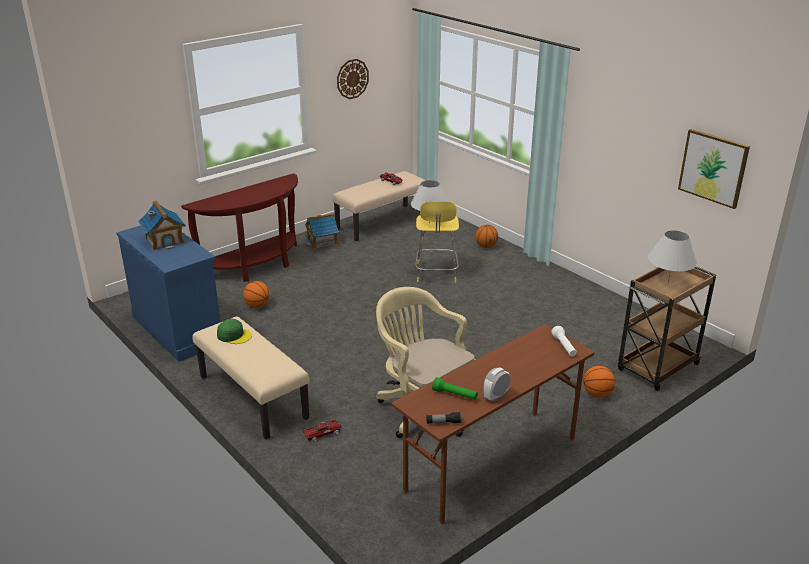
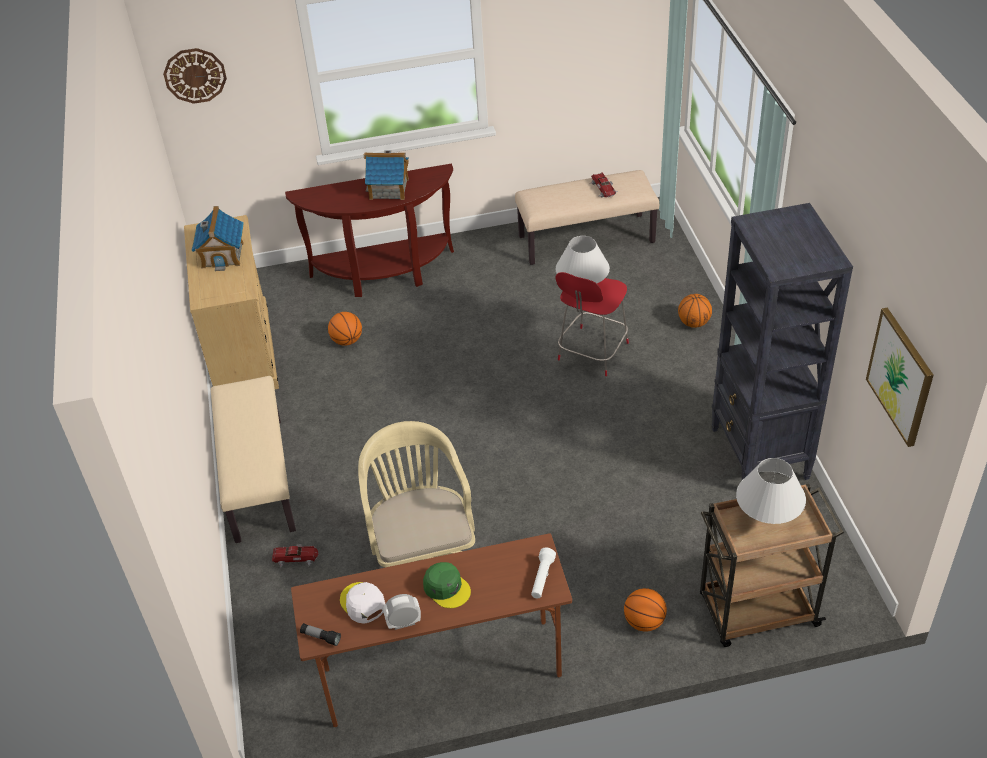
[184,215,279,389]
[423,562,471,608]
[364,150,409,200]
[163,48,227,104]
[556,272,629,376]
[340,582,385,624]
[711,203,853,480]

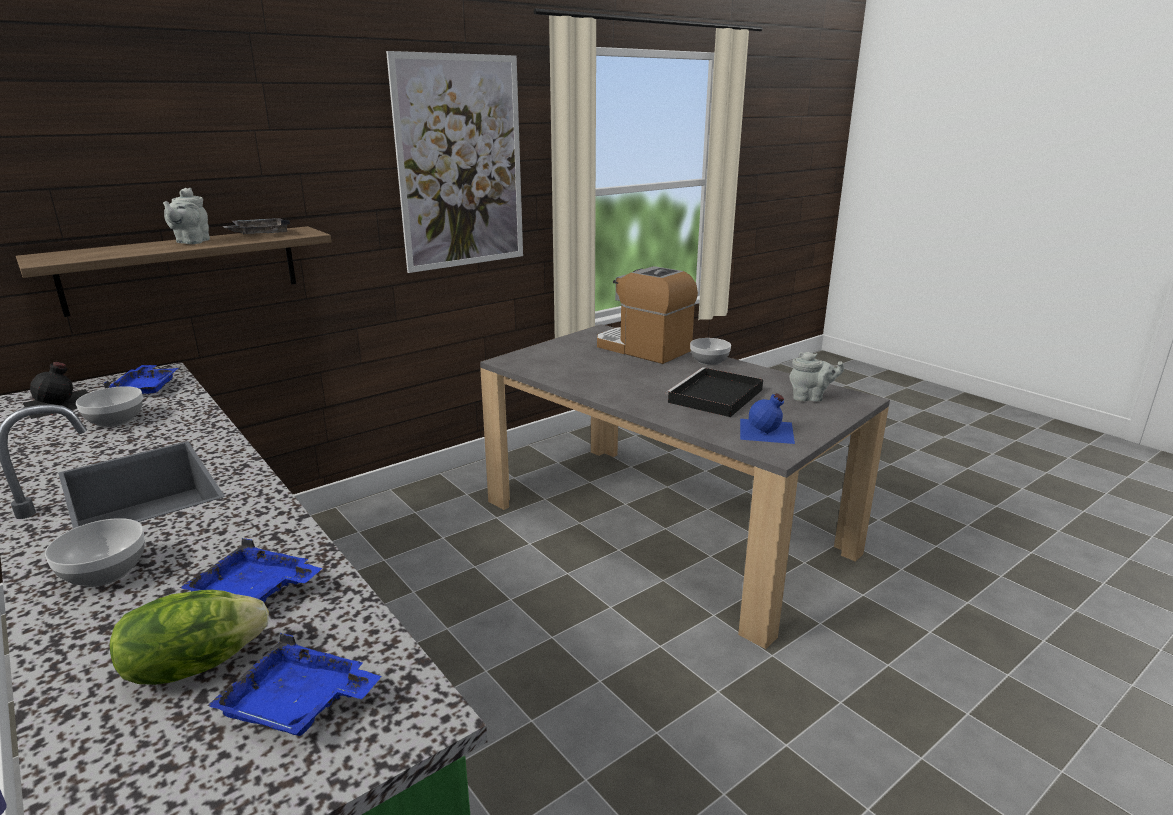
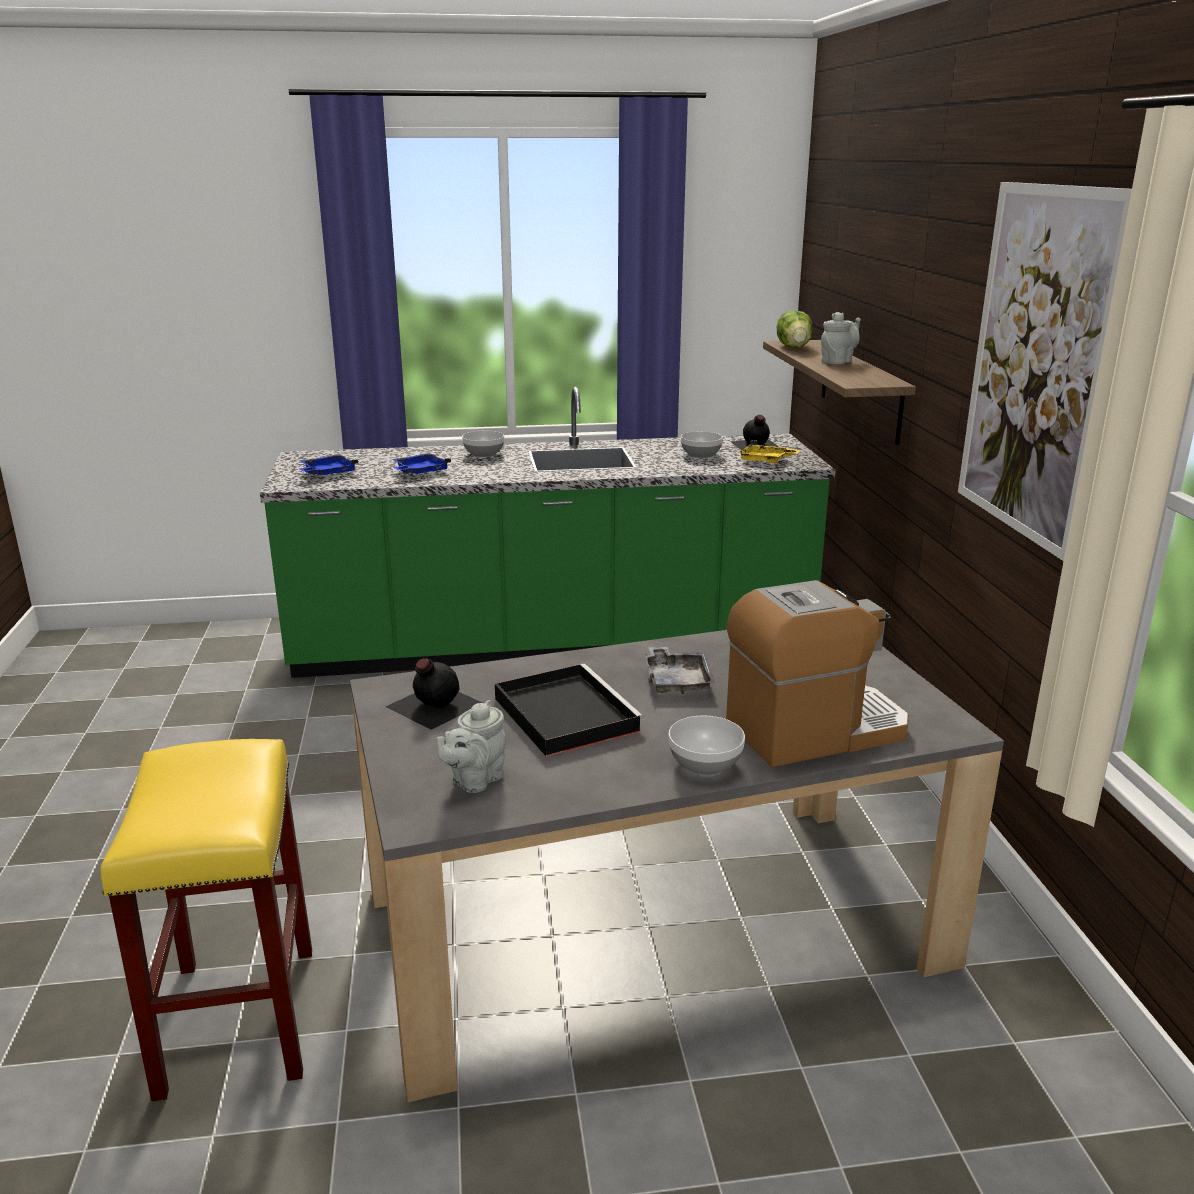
[738,440,801,464]
[777,310,812,348]
[821,312,861,364]
[645,646,715,694]
[385,658,482,730]
[101,739,312,1101]

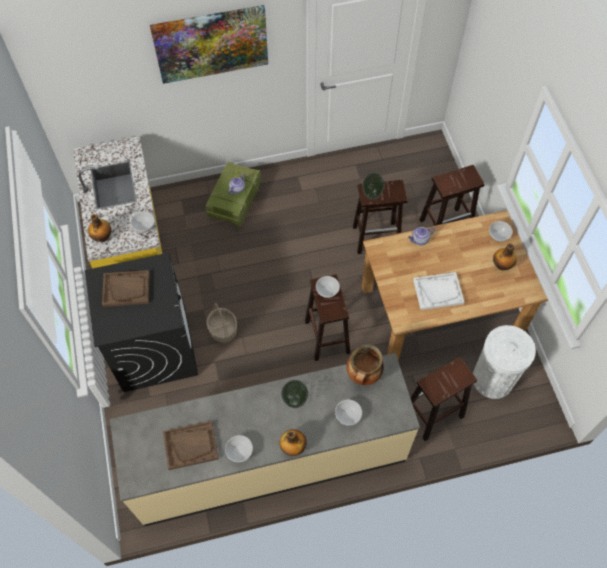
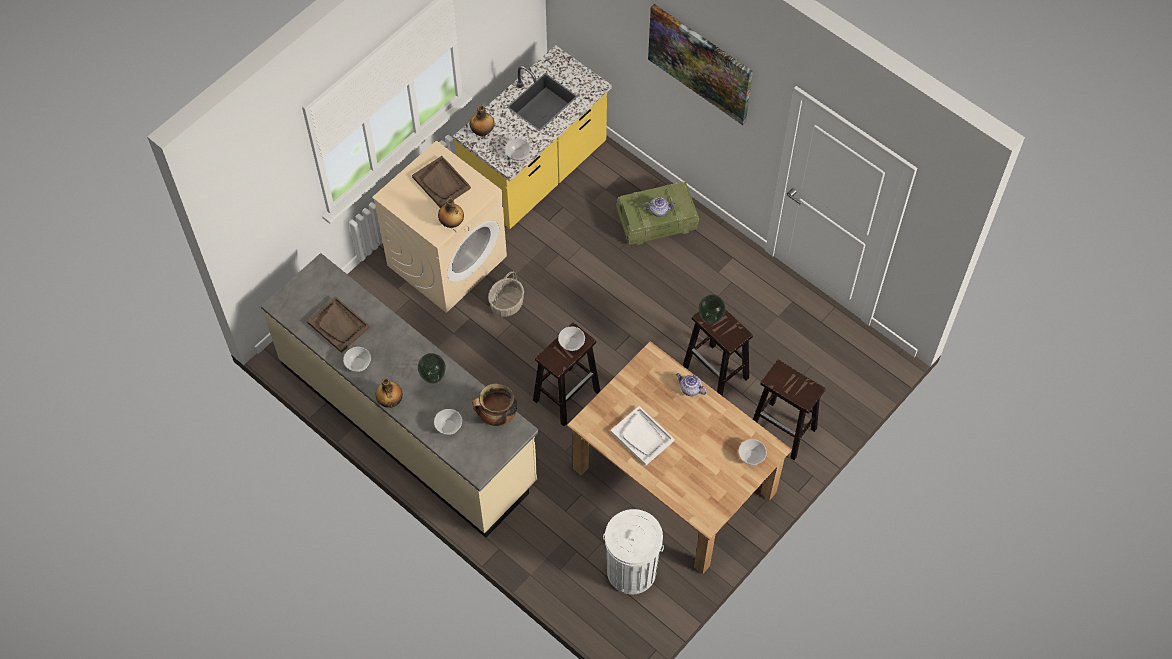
[372,140,507,313]
[411,357,477,441] (first image)
[438,198,464,228]

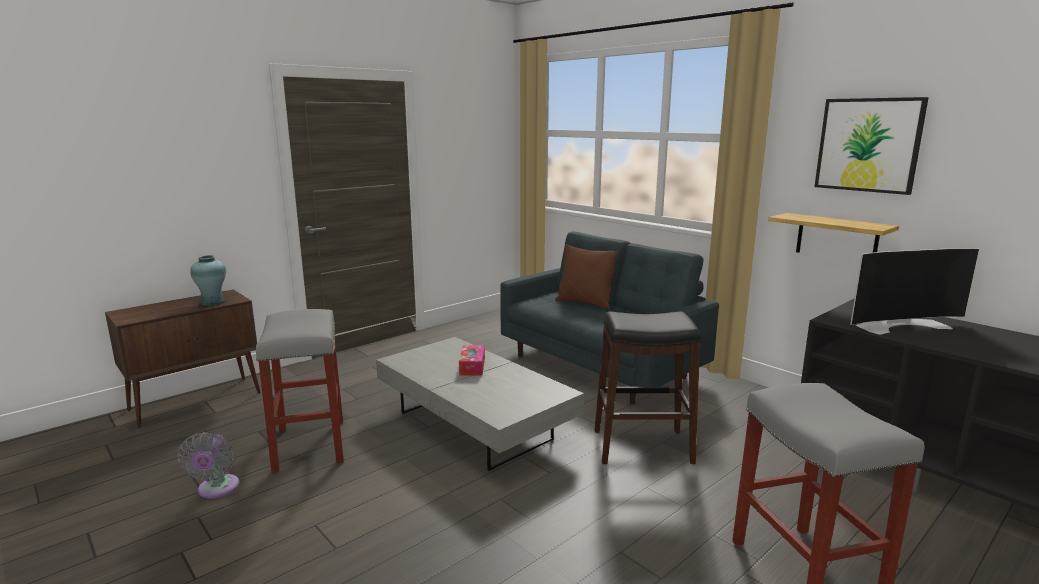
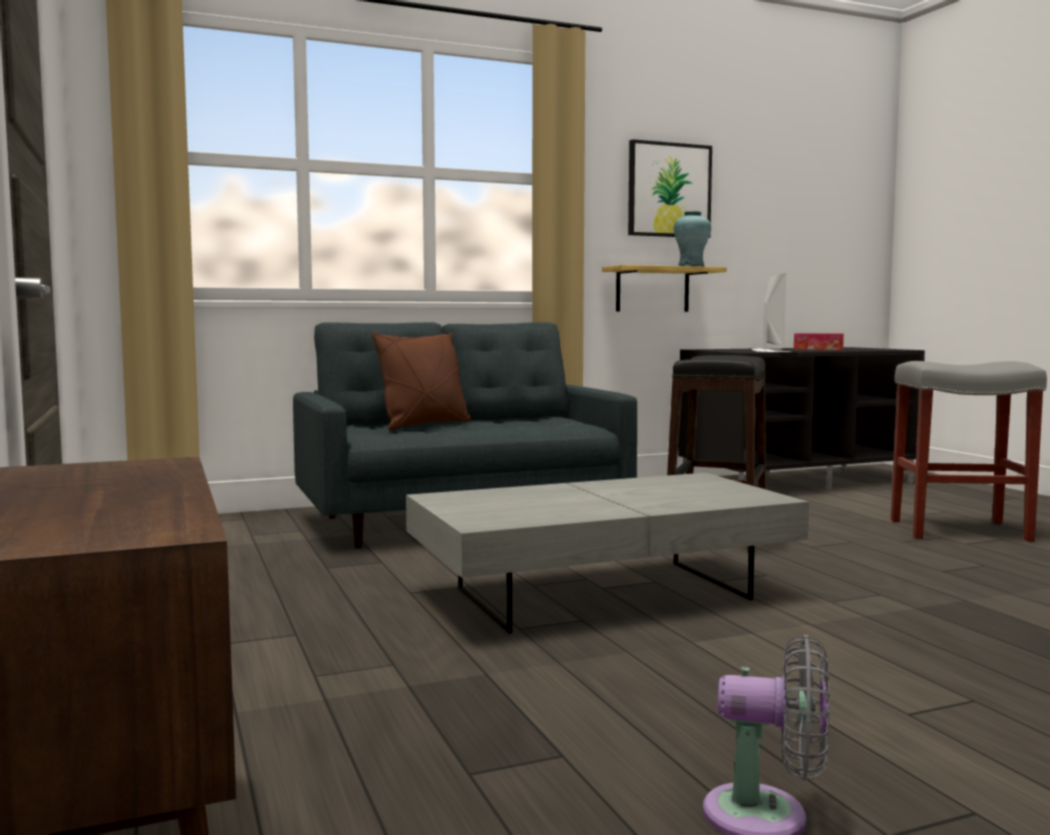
[674,211,711,267]
[256,309,344,473] (first image)
[794,333,844,350]

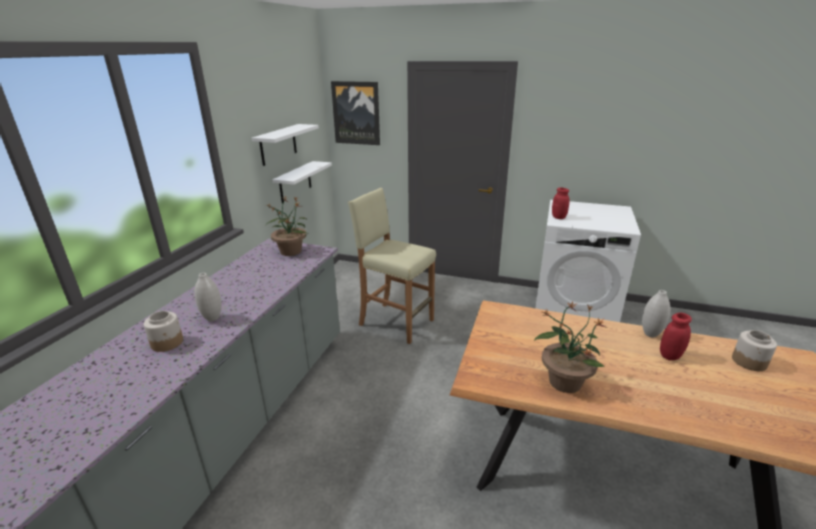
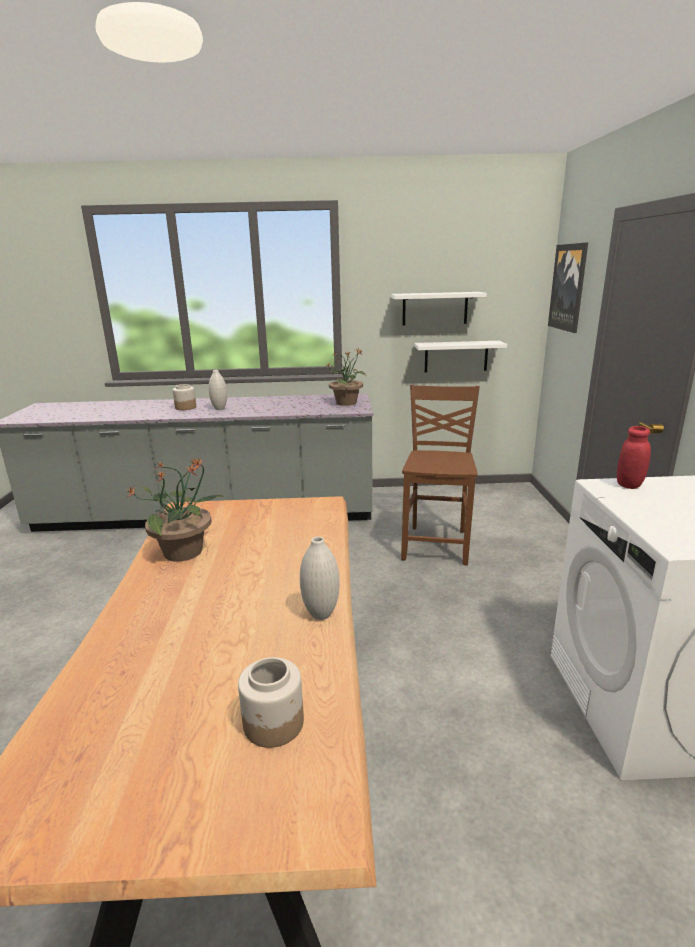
[401,385,480,565]
[660,313,692,361] (first image)

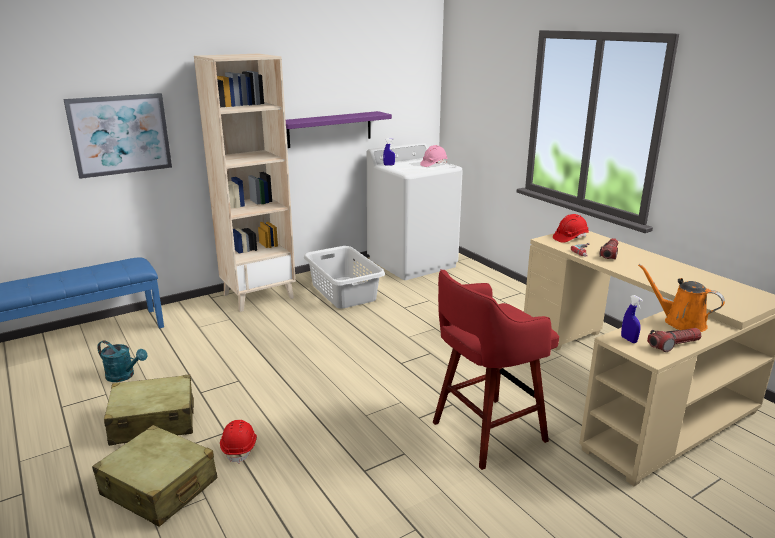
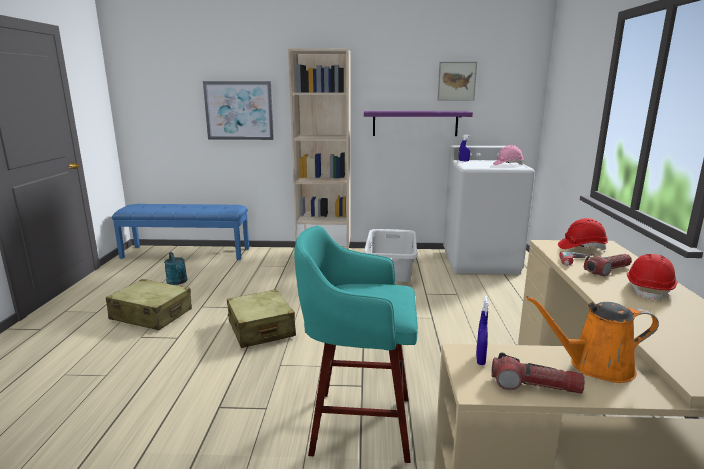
[227,290,296,348]
[627,254,678,302]
[294,226,418,463]
[526,296,659,383]
[438,62,477,100]

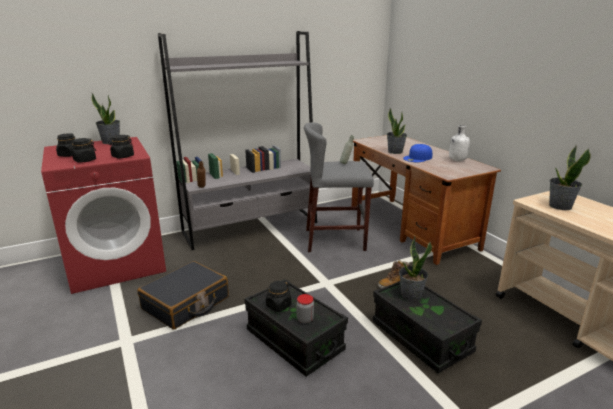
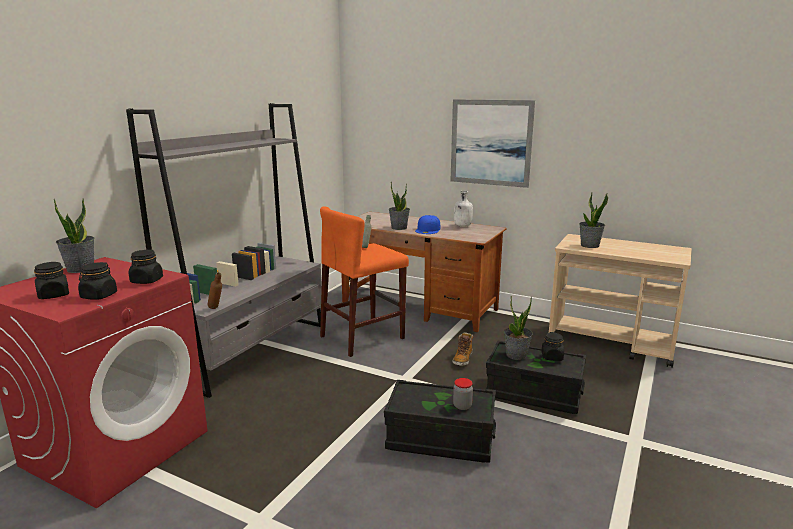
[137,261,229,330] (first image)
[542,332,564,361]
[320,207,409,357]
[450,99,535,188]

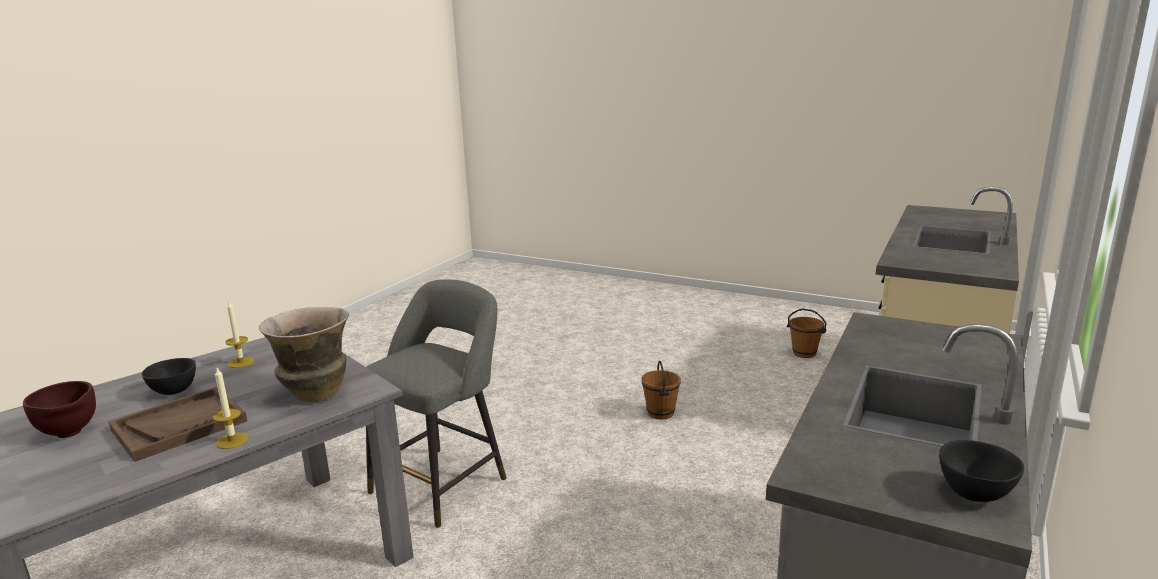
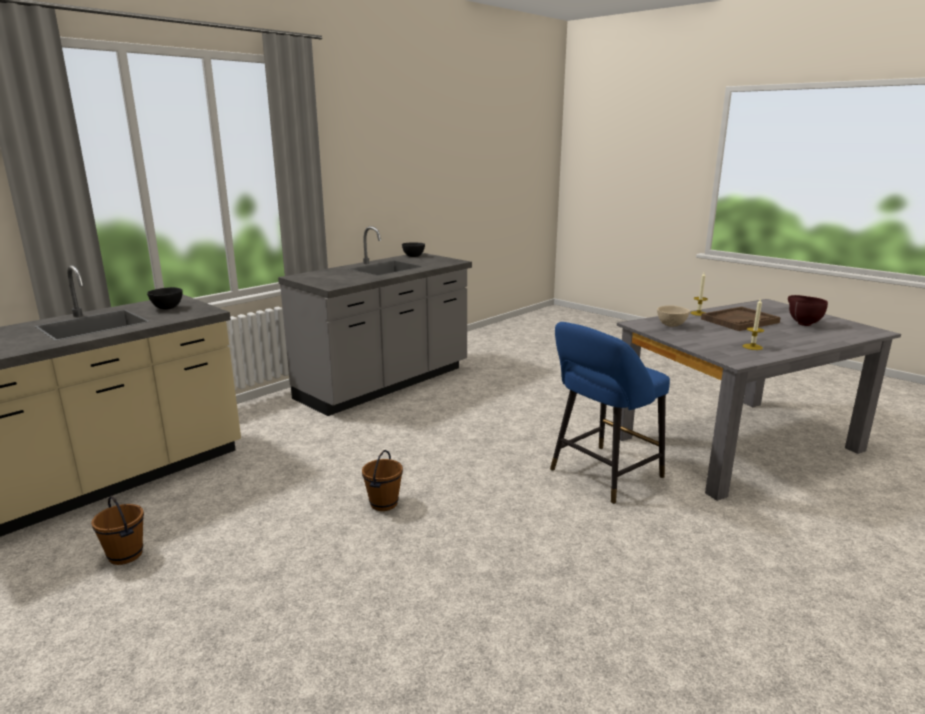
[147,287,183,309]
[657,305,690,327]
[550,322,670,504]

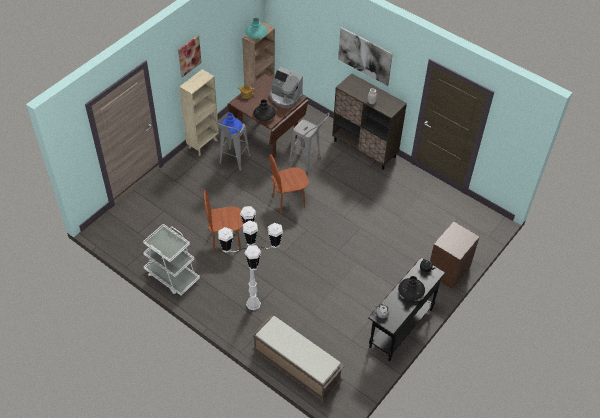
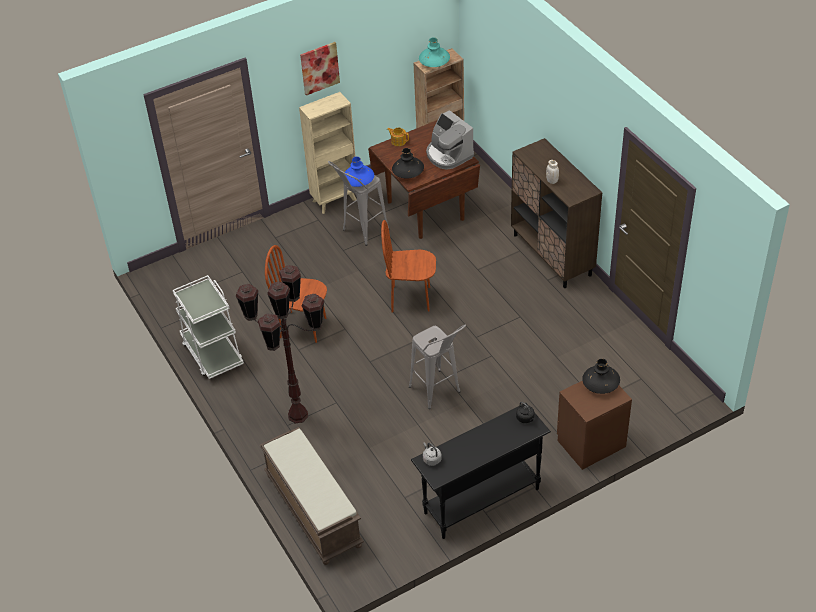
[236,265,324,423]
[409,324,466,409]
[338,27,393,86] (first image)
[582,359,620,394]

